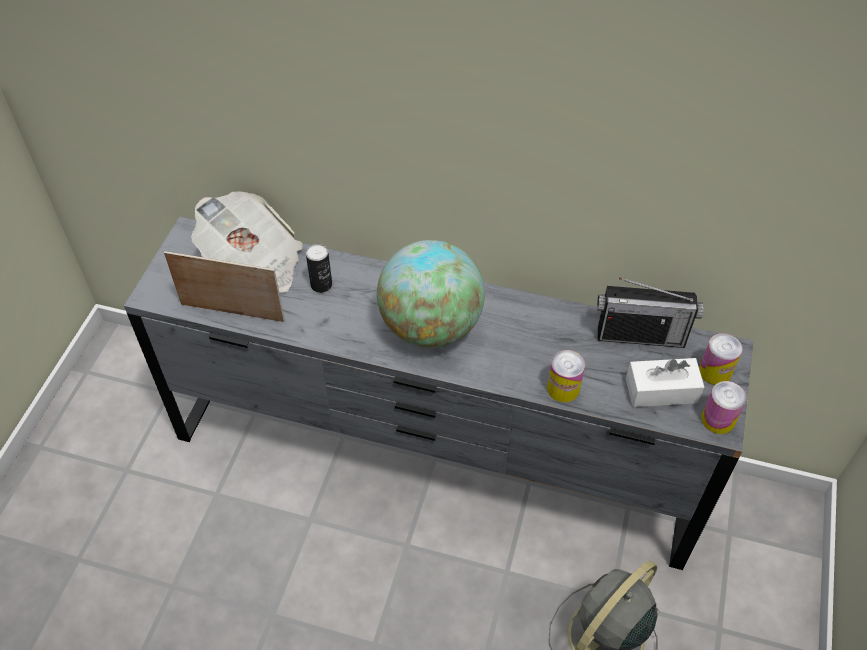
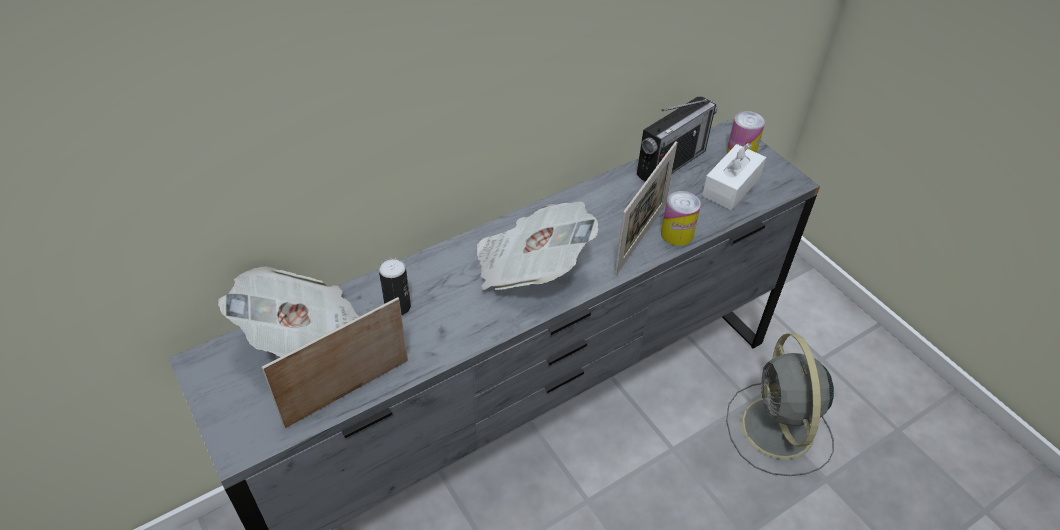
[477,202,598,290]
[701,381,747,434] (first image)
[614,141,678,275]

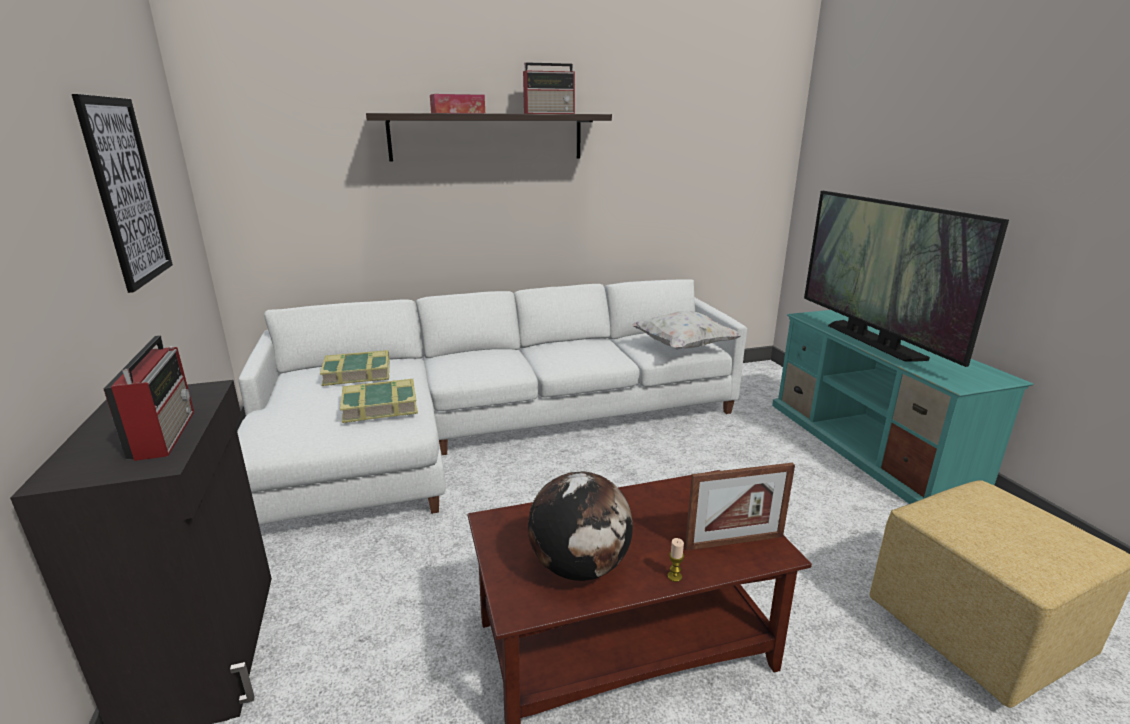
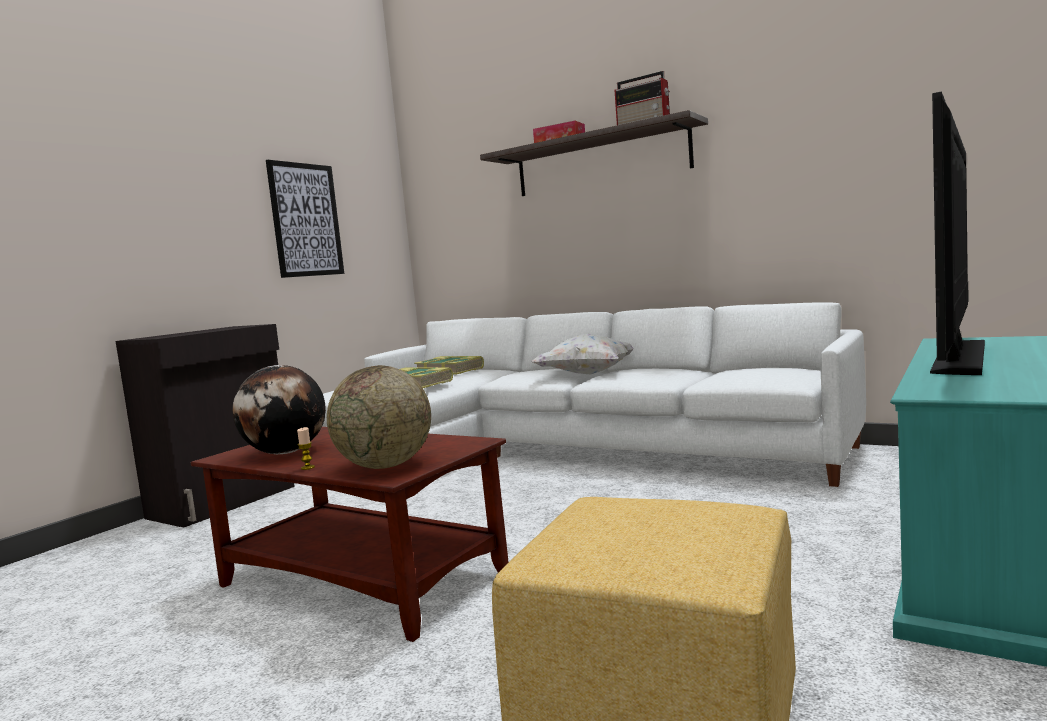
[103,335,194,461] (first image)
[531,334,633,374]
[327,365,431,469]

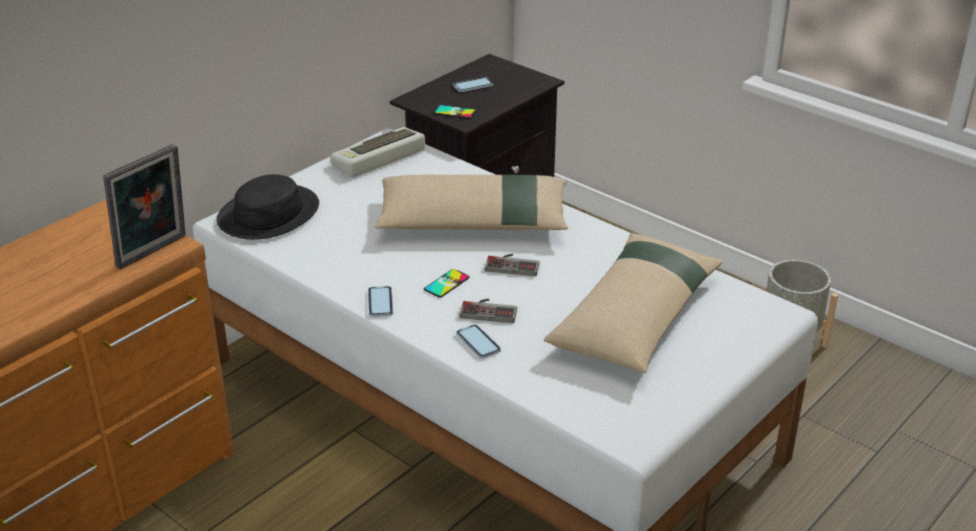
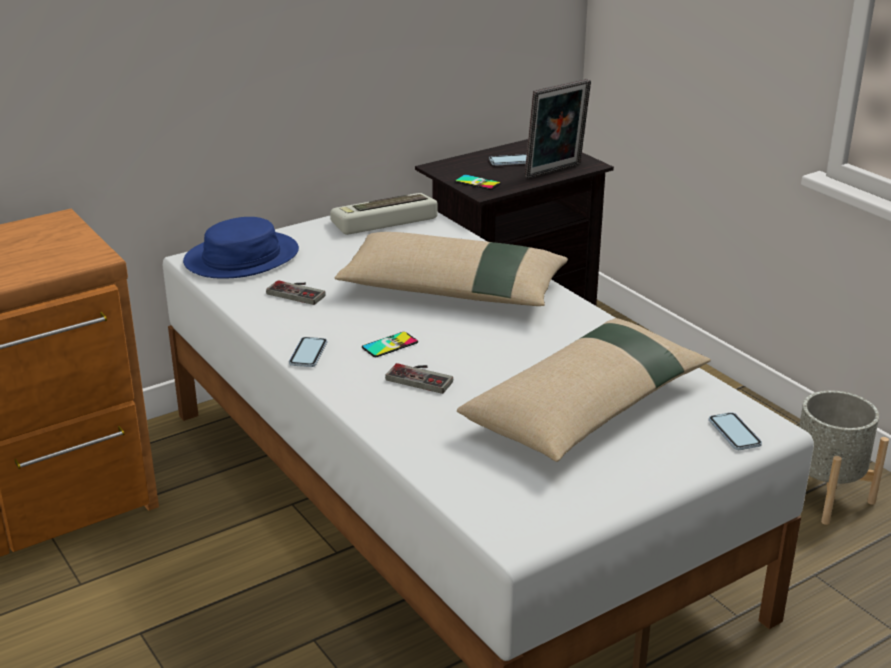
[525,79,591,179]
[183,217,299,278]
[709,412,762,450]
[266,280,326,305]

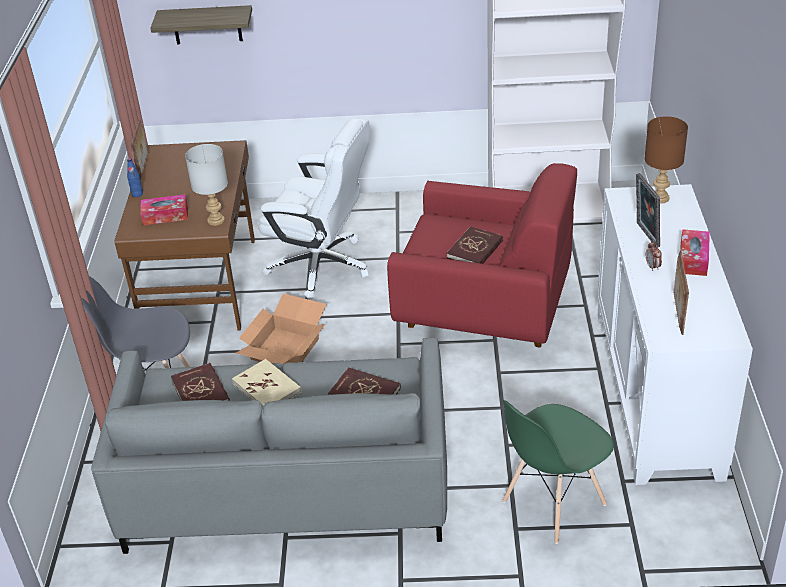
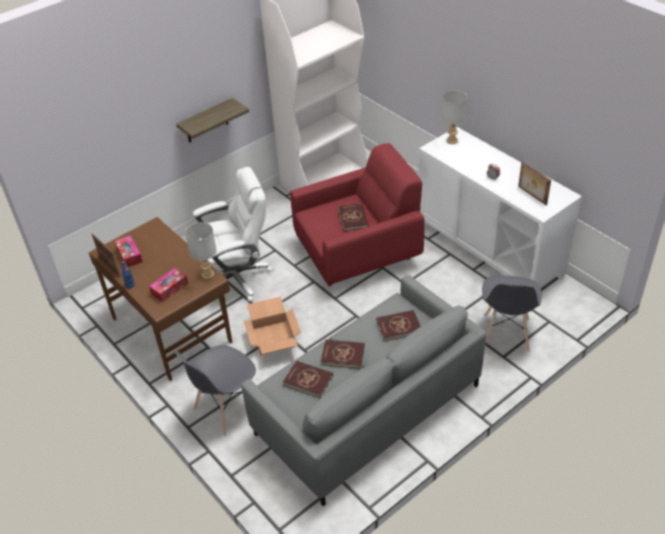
[176,98,249,143]
[321,340,365,369]
[482,276,542,352]
[636,173,660,247] (first image)
[442,90,467,144]
[115,235,143,267]

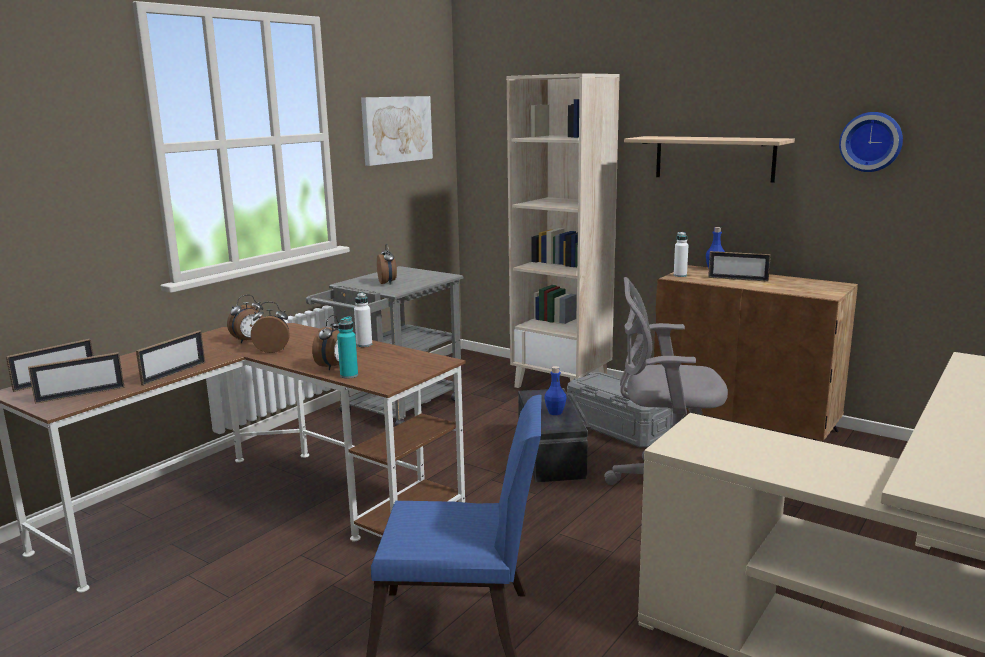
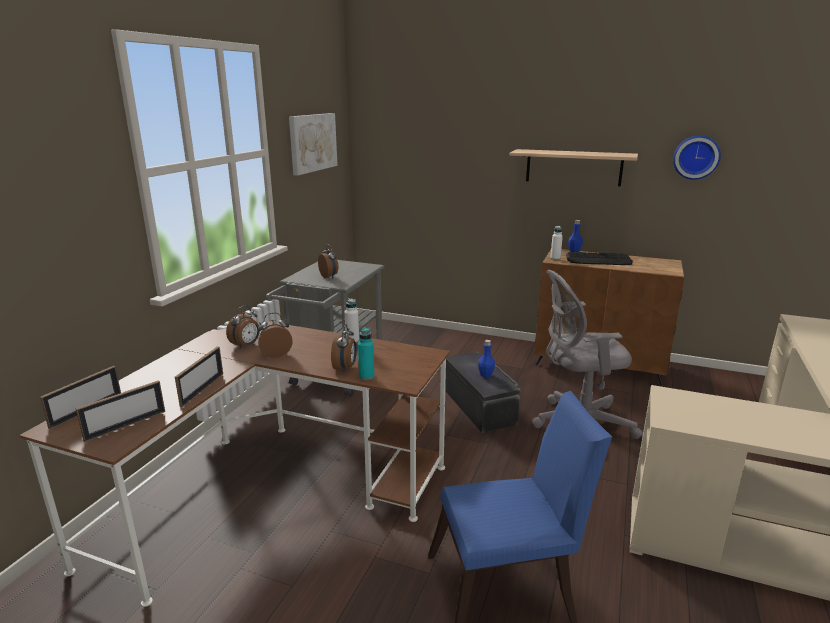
[507,73,620,388] (first image)
[567,372,673,448] (first image)
[566,252,633,265]

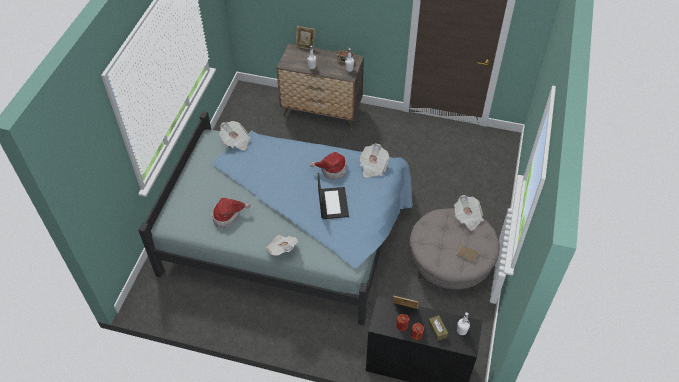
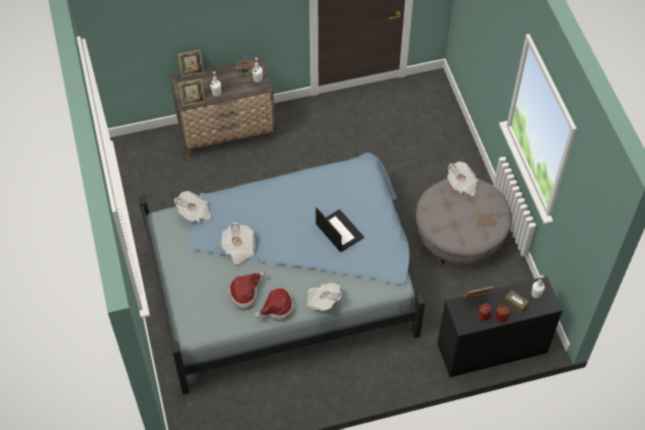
[254,288,295,321]
[221,222,255,265]
[179,79,205,106]

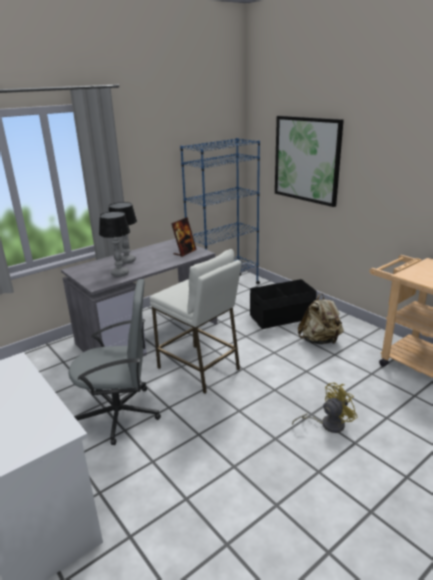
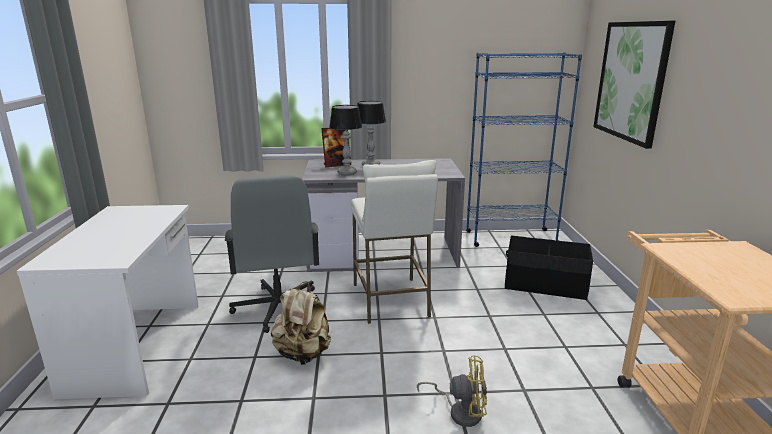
[225,175,319,333]
[321,128,351,167]
[271,281,331,365]

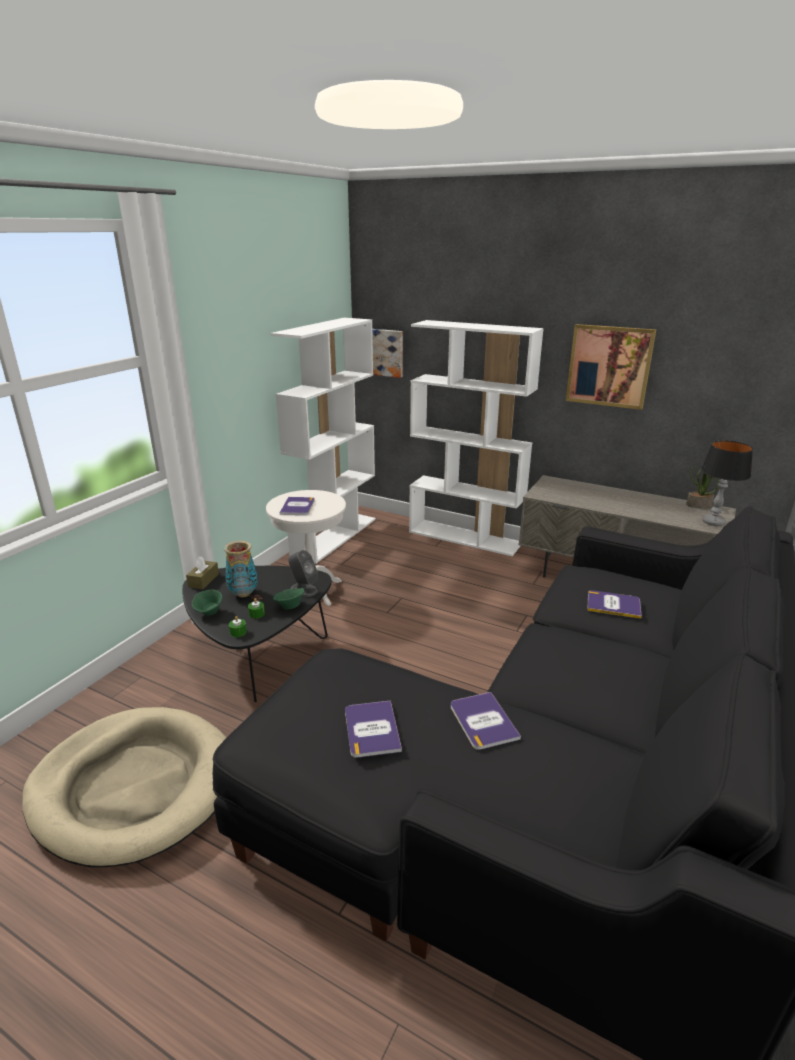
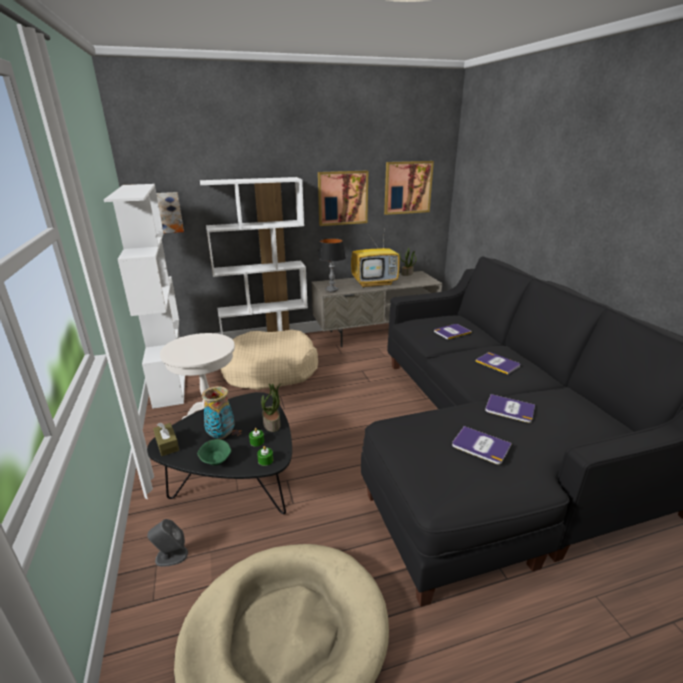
[261,383,281,432]
[475,352,520,375]
[147,519,188,567]
[318,238,346,292]
[220,329,318,390]
[351,235,400,288]
[384,161,434,215]

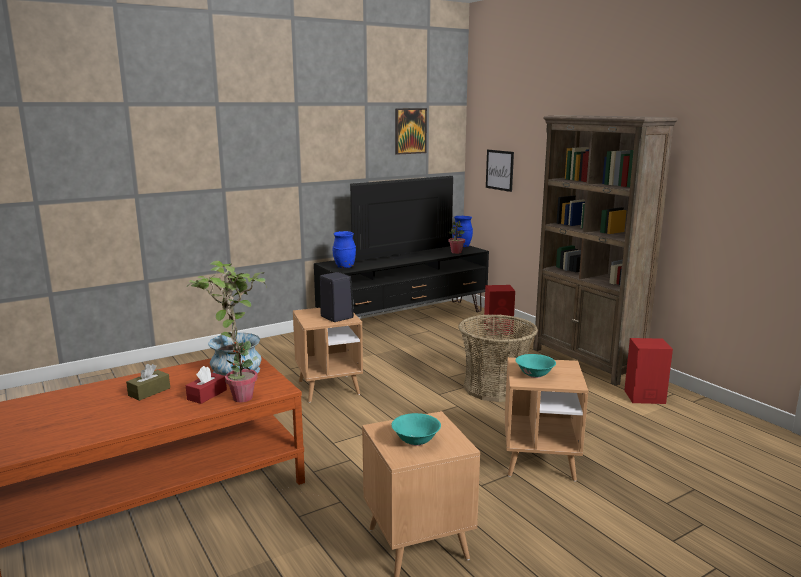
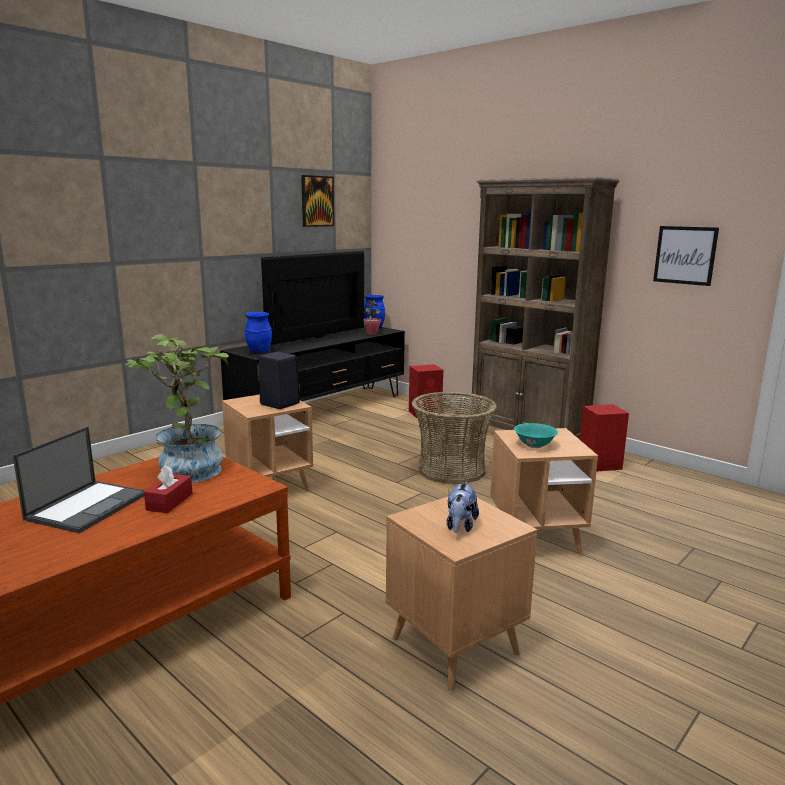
[13,426,145,533]
[225,341,258,402] (first image)
[447,482,479,533]
[653,226,719,286]

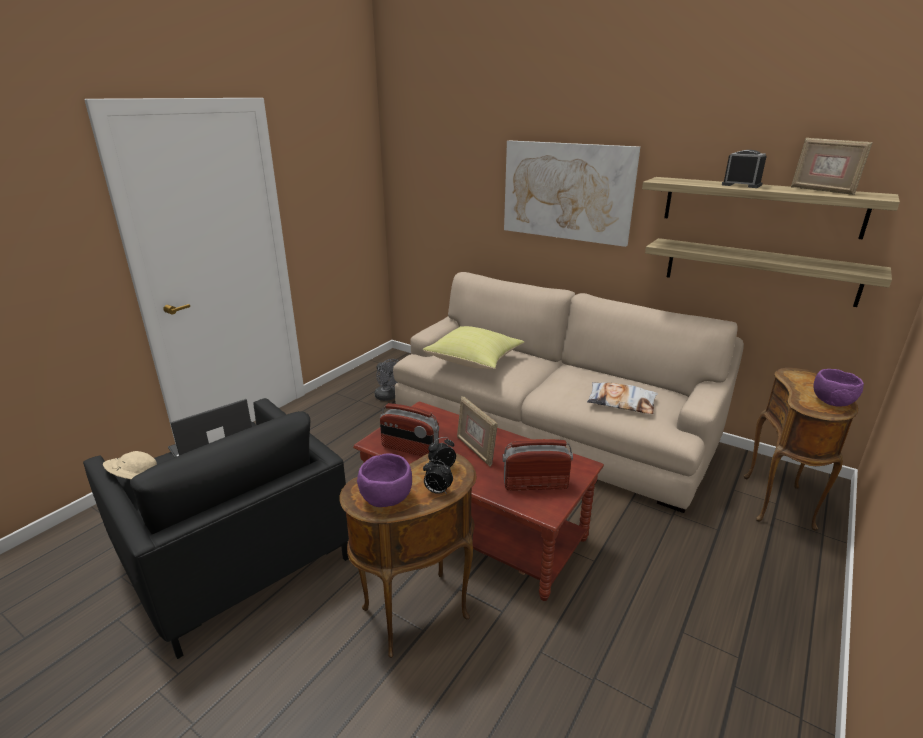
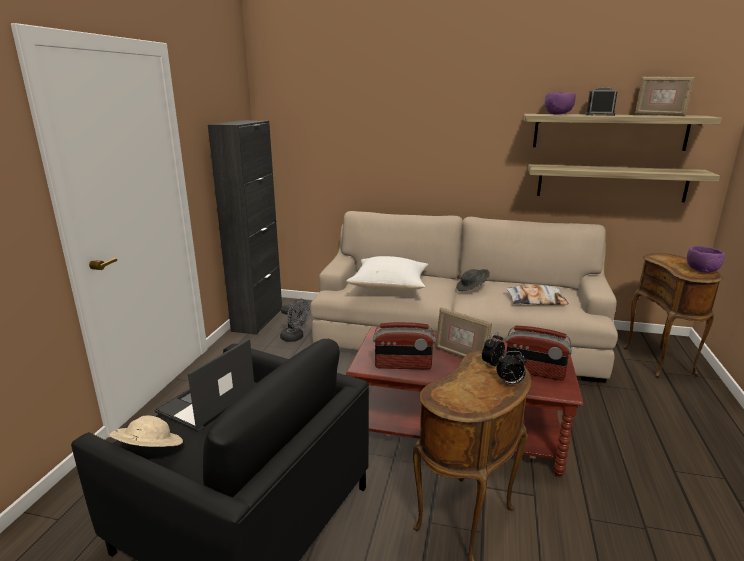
[545,92,576,114]
[346,256,428,292]
[506,326,572,380]
[504,140,640,247] (first image)
[208,120,282,335]
[456,269,490,291]

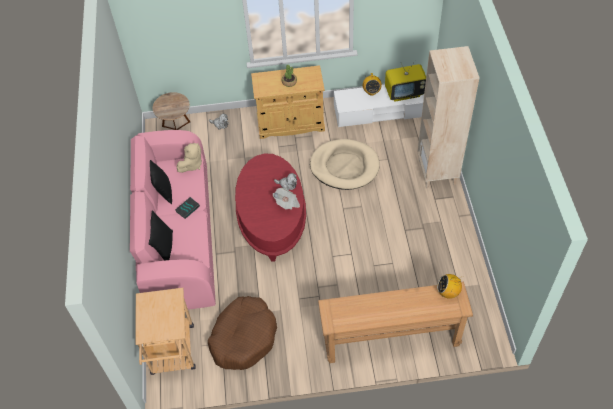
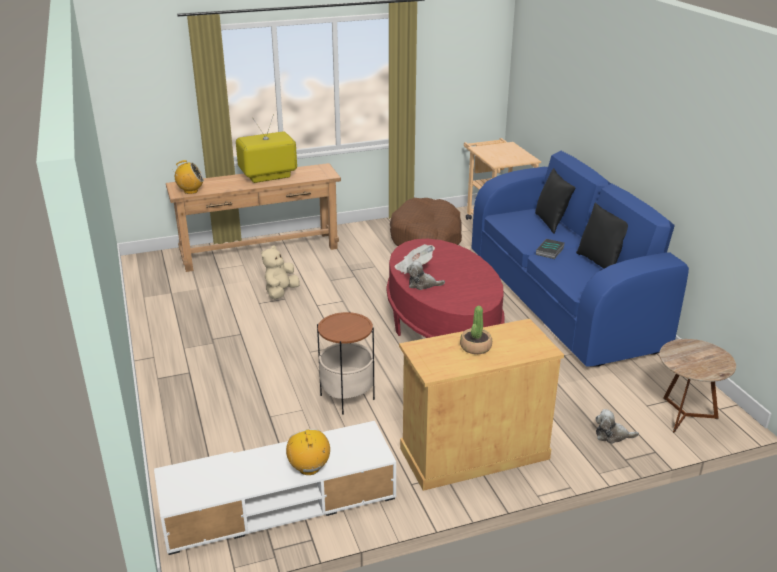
[472,151,689,367]
[261,245,300,299]
[317,311,375,415]
[236,114,297,183]
[417,46,480,188] (first image)

